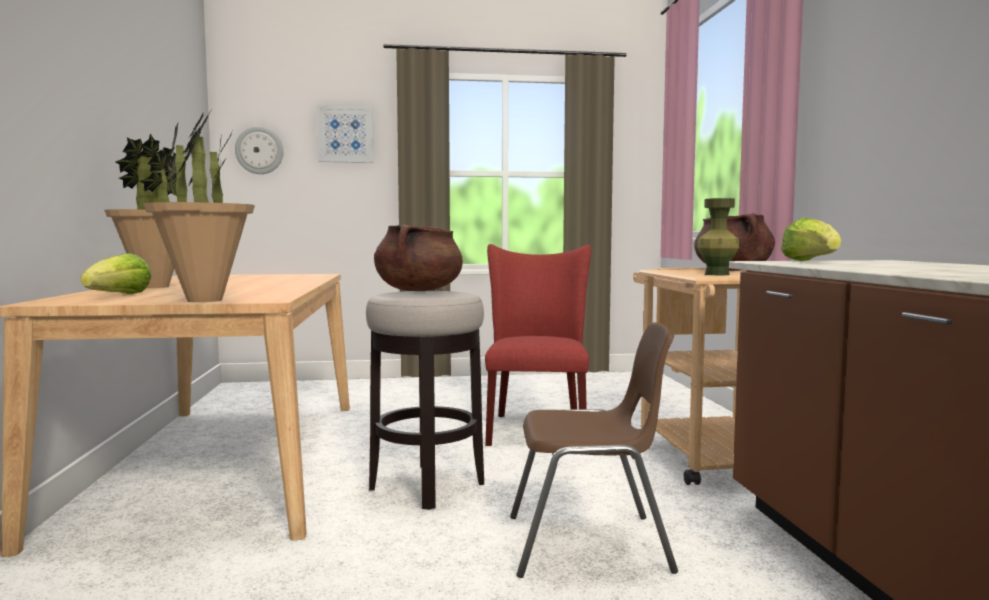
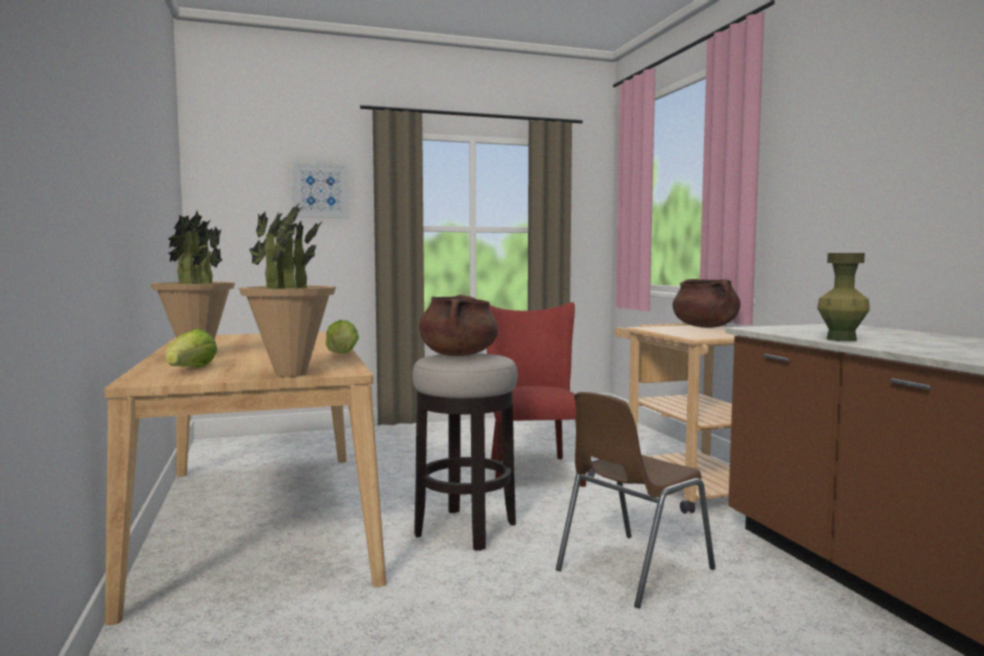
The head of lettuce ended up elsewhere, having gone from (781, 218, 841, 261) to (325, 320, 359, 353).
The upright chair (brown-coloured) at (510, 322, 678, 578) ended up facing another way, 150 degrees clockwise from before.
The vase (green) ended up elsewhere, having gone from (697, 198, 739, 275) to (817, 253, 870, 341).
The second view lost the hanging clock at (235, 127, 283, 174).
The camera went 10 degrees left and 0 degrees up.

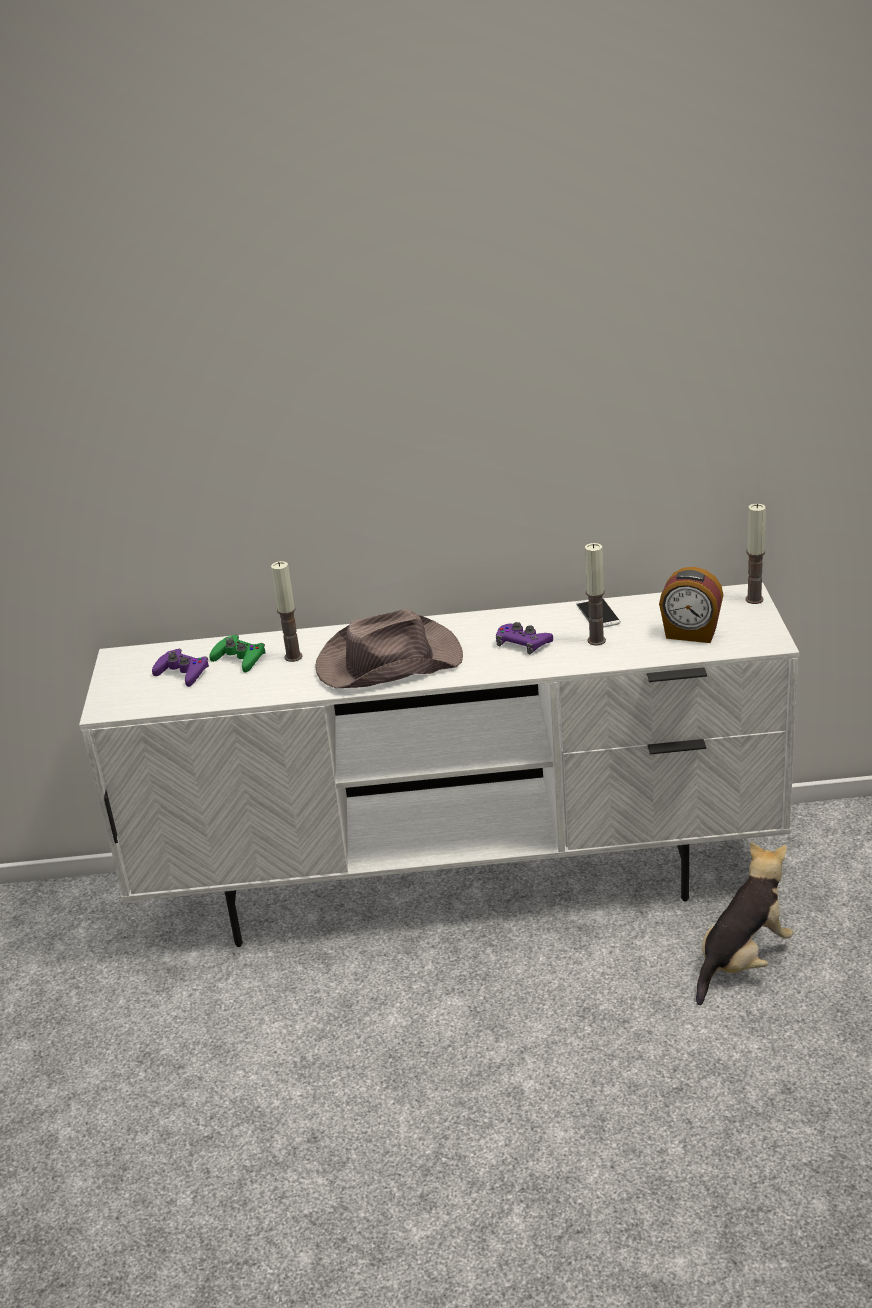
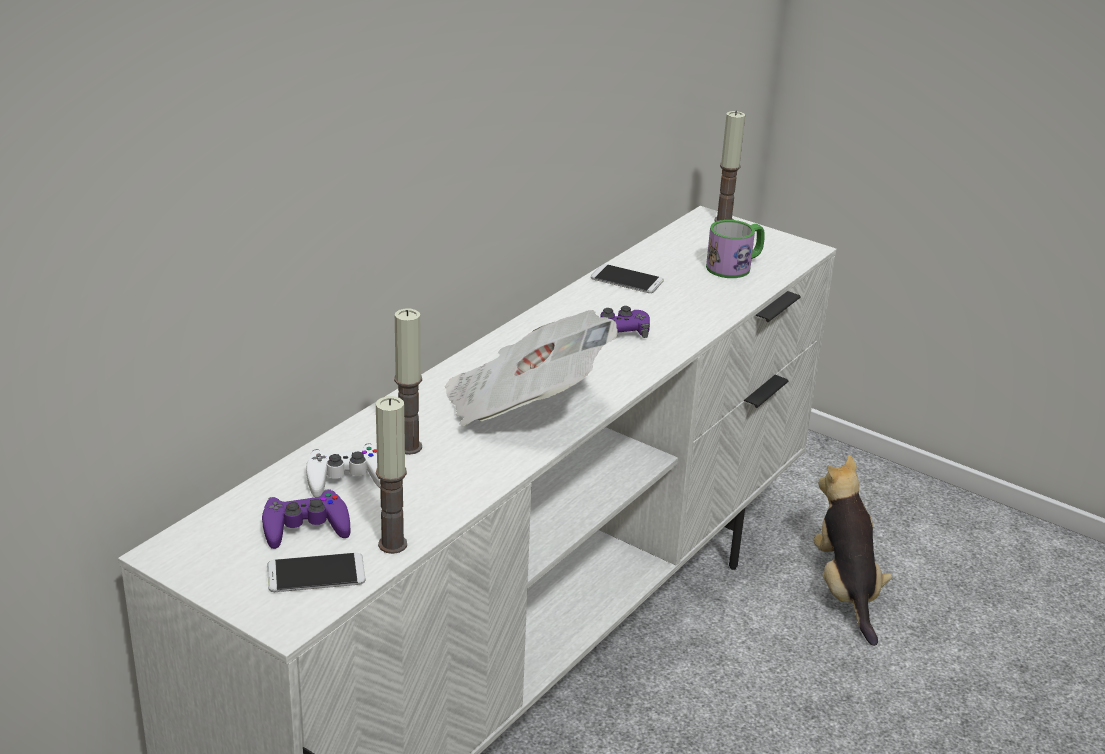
The second view gained the telephone at (267, 553, 365, 592).
What was the joypad (green) at (209, 635, 266, 673) turned into the joypad (white) at (306, 443, 381, 497).
The wax candle ended up elsewhere, having gone from (585, 543, 606, 645) to (376, 396, 407, 554).
Where the hat (brown-coloured) stood at (315, 609, 463, 688), the newspaper came to stand at (445, 310, 618, 426).
Where the bedside clock stood at (659, 567, 723, 643), the coffee mug came to stand at (706, 220, 765, 278).
The camera went 55 degrees left and 0 degrees up.

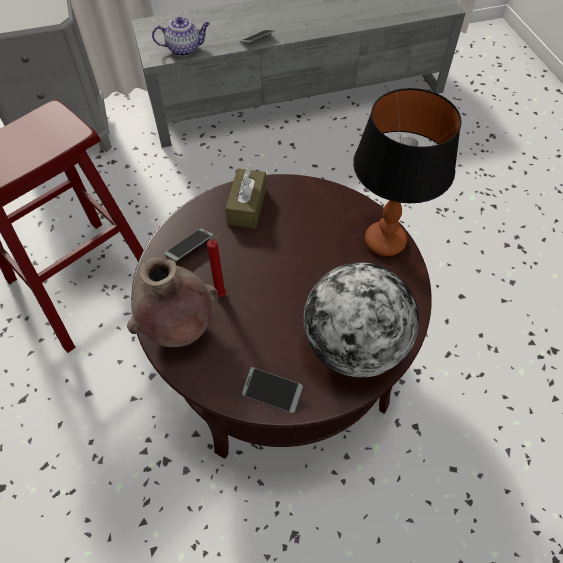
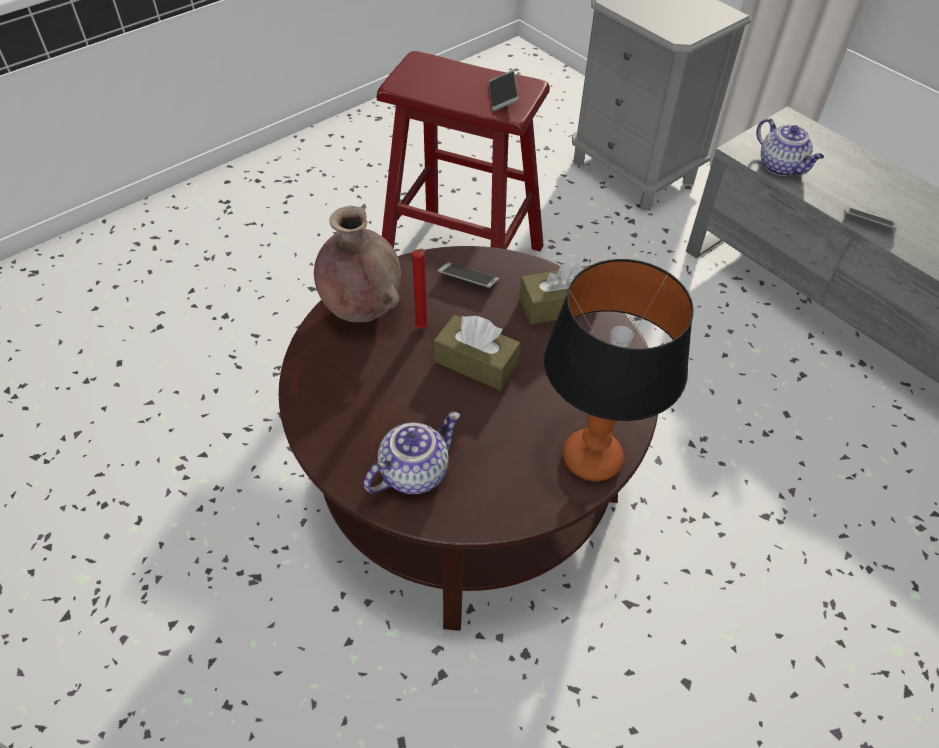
Where the globe stood at (303, 263, 419, 378), the pot for tea came to stand at (364, 412, 460, 494).
The second view gained the tissue box (brown-coloured) at (434, 315, 521, 390).
The telephone ended up elsewhere, having gone from (242, 367, 303, 413) to (489, 70, 519, 111).
The camera went 65 degrees right and 5 degrees down.

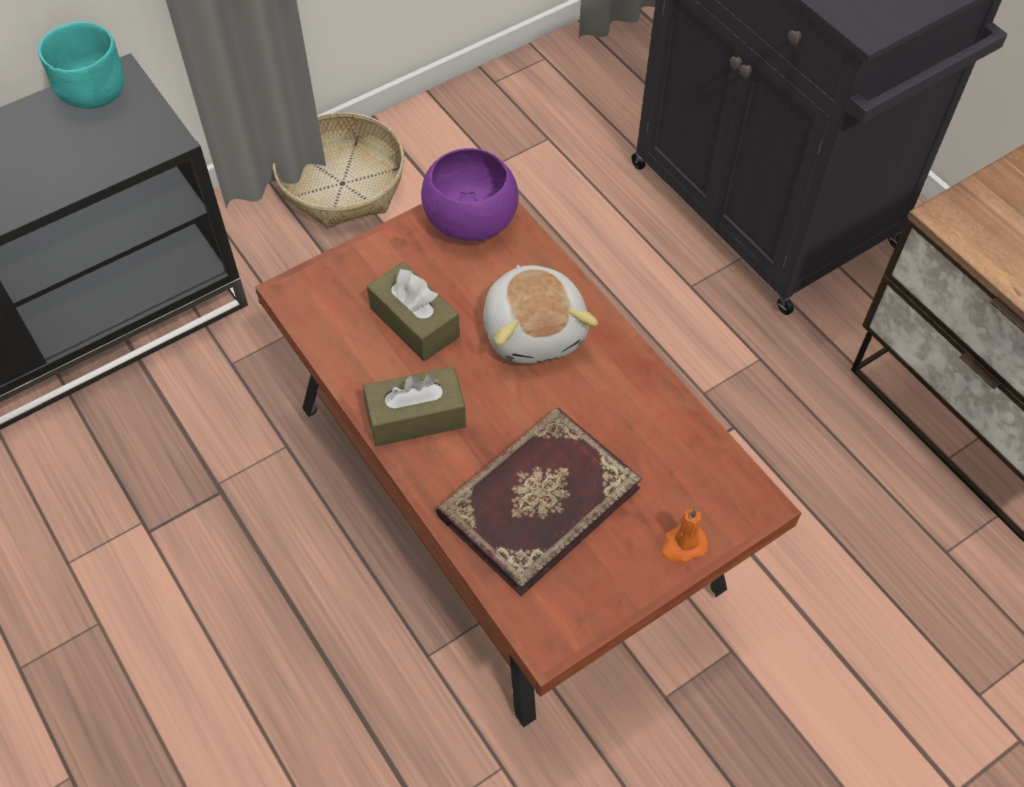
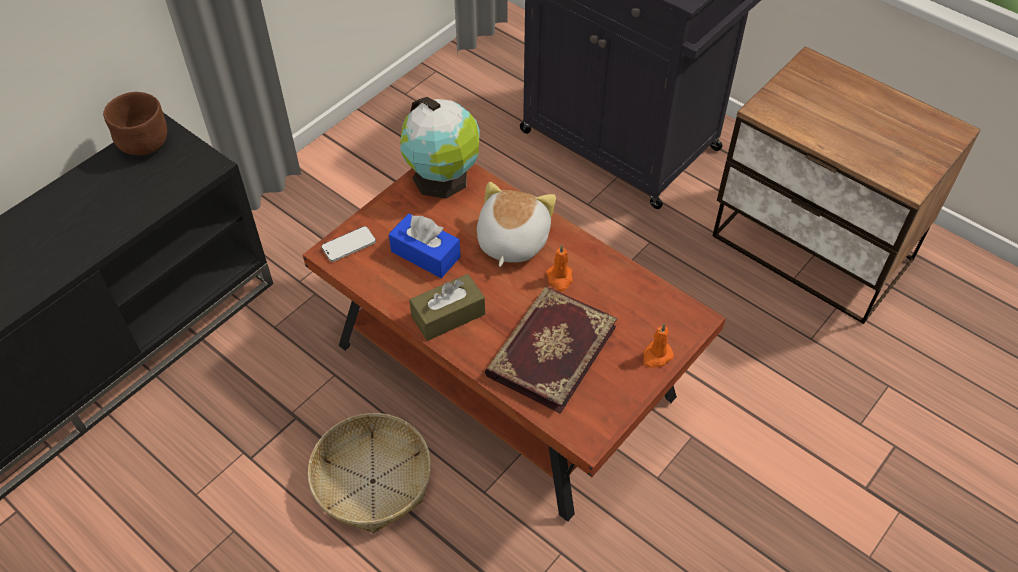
What was the deep dish (blue-green) at (38, 21, 124, 109) turned into the deep dish (brown-coloured) at (103, 92, 167, 155).
The storage basket ended up elsewhere, having gone from (273, 112, 404, 228) to (308, 413, 431, 533).
The second view gained the telephone at (321, 226, 376, 262).
What was the tissue box (brown-coloured) at (367, 262, 460, 361) turned into the tissue box (blue-coloured) at (389, 214, 461, 278).
Where the deep dish (purple-coloured) stood at (421, 148, 519, 241), the globe came to stand at (400, 97, 480, 199).
The cuddly toy at (483, 265, 598, 364) ended up facing another way, 135 degrees counterclockwise from before.
The second view gained the wax candle (orangey) at (546, 244, 573, 291).
The camera went 15 degrees left and 5 degrees down.

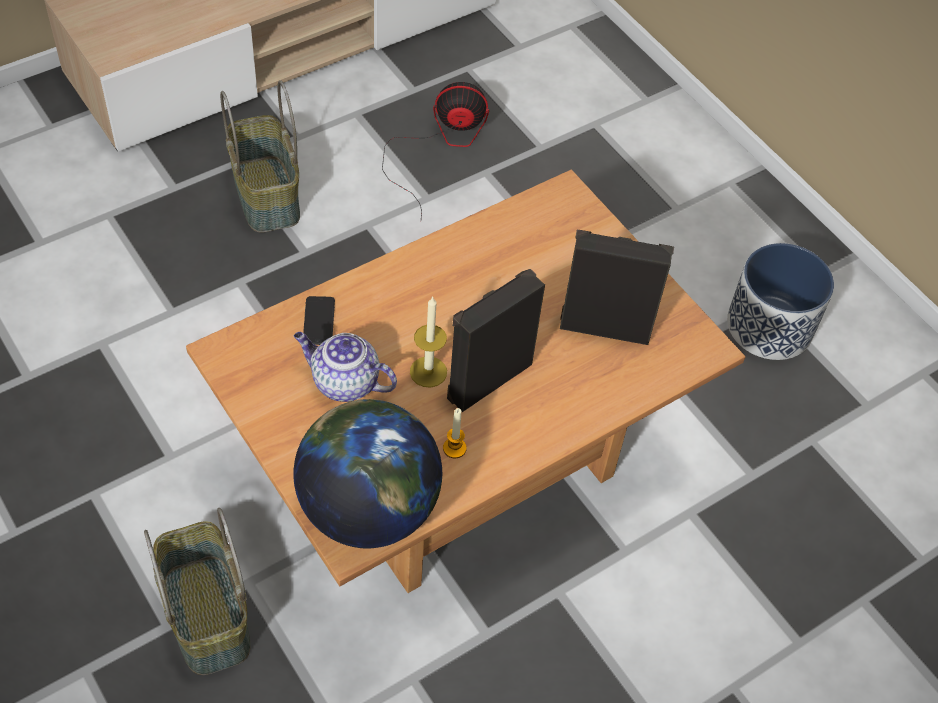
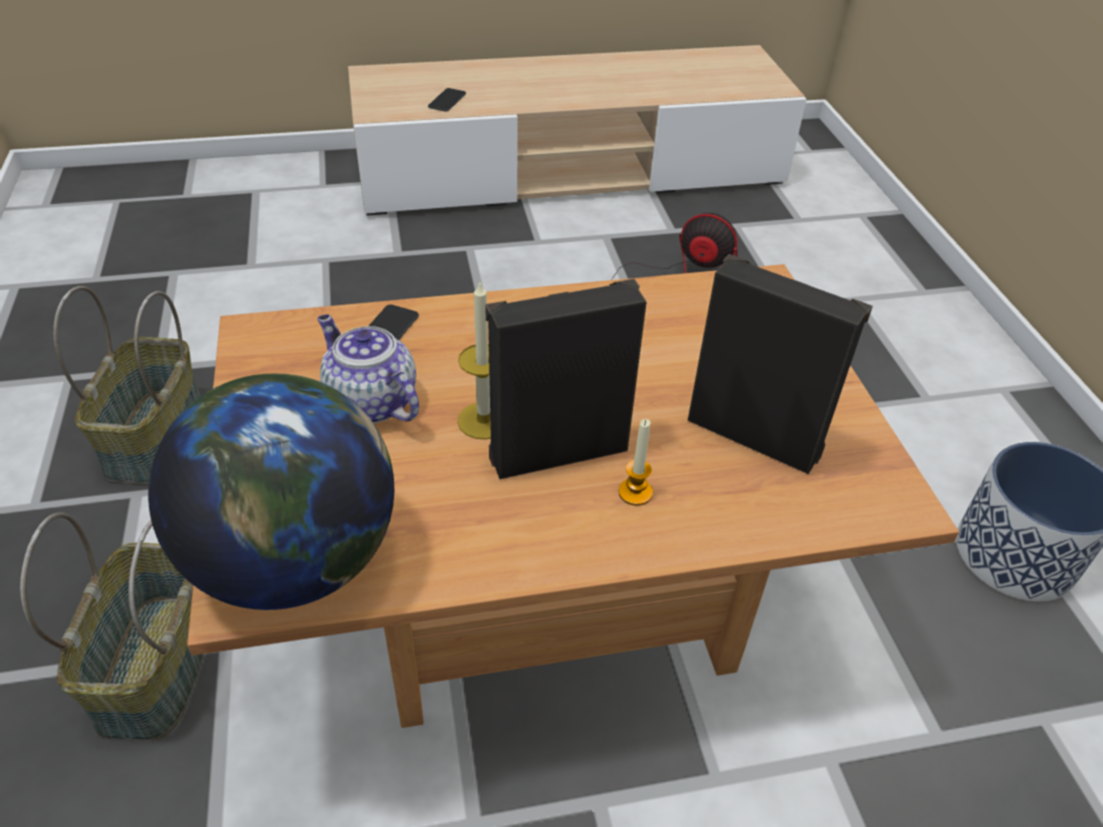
The storage basket ended up elsewhere, having gone from (220, 80, 300, 233) to (53, 286, 201, 484).
The second view gained the telephone at (428, 88, 466, 111).
The wax candle ended up elsewhere, having gone from (443, 408, 467, 458) to (618, 419, 653, 506).
The camera went 25 degrees right and 10 degrees down.

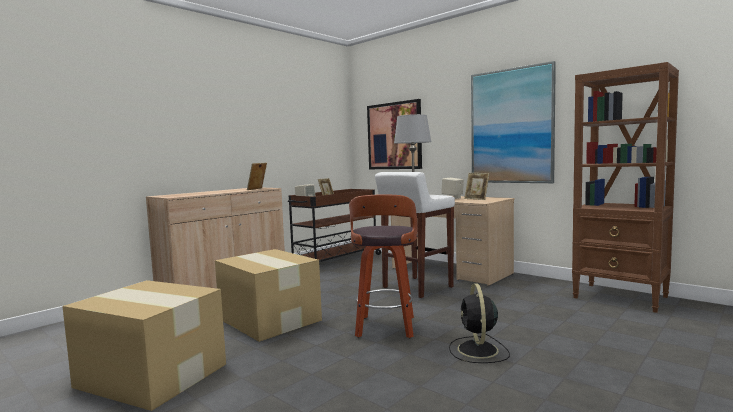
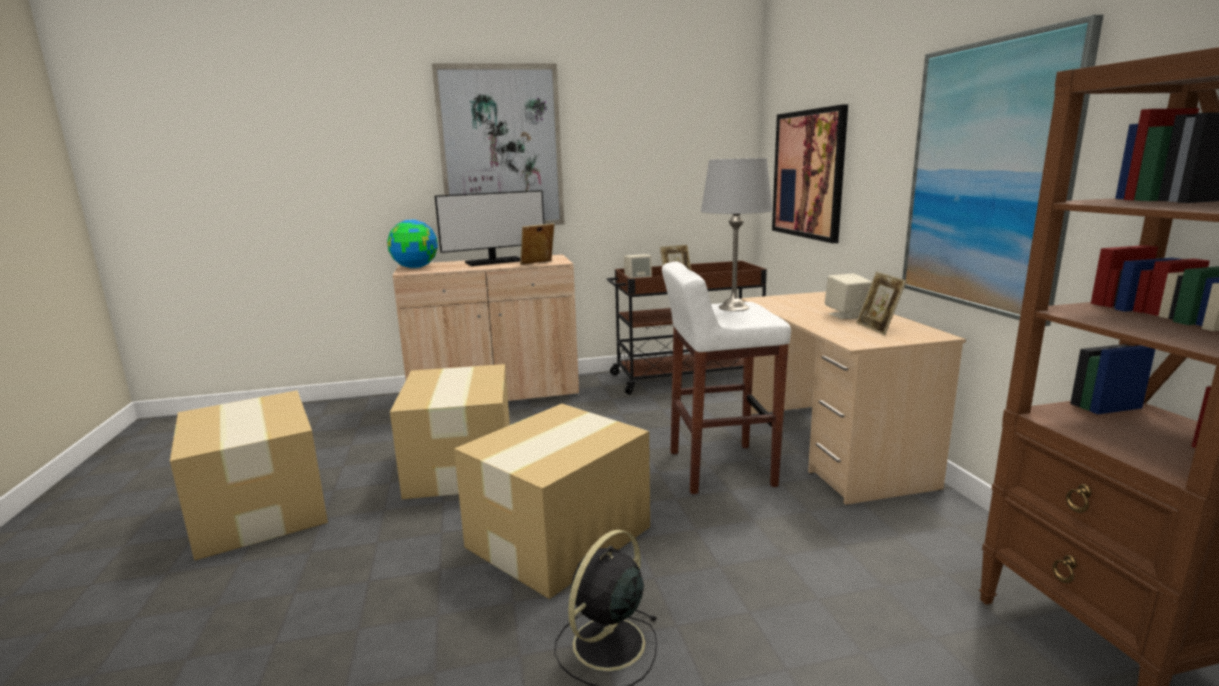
The second view gained the globe at (387, 219, 438, 269).
The second view gained the wall art at (432, 63, 565, 225).
The second view gained the monitor at (435, 190, 544, 266).
Where the stool seat stood at (349, 194, 418, 338), the cardboard box came to stand at (454, 404, 650, 599).
The camera went 35 degrees right and 10 degrees up.

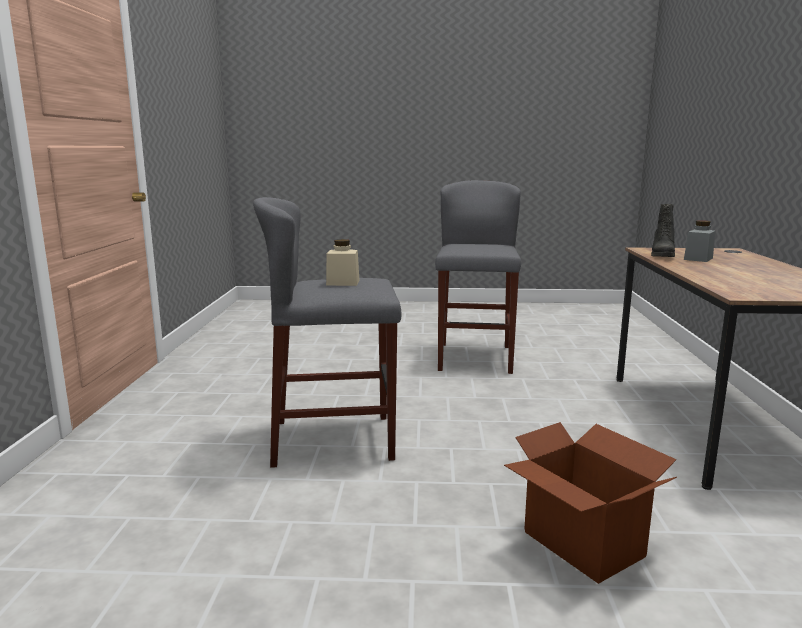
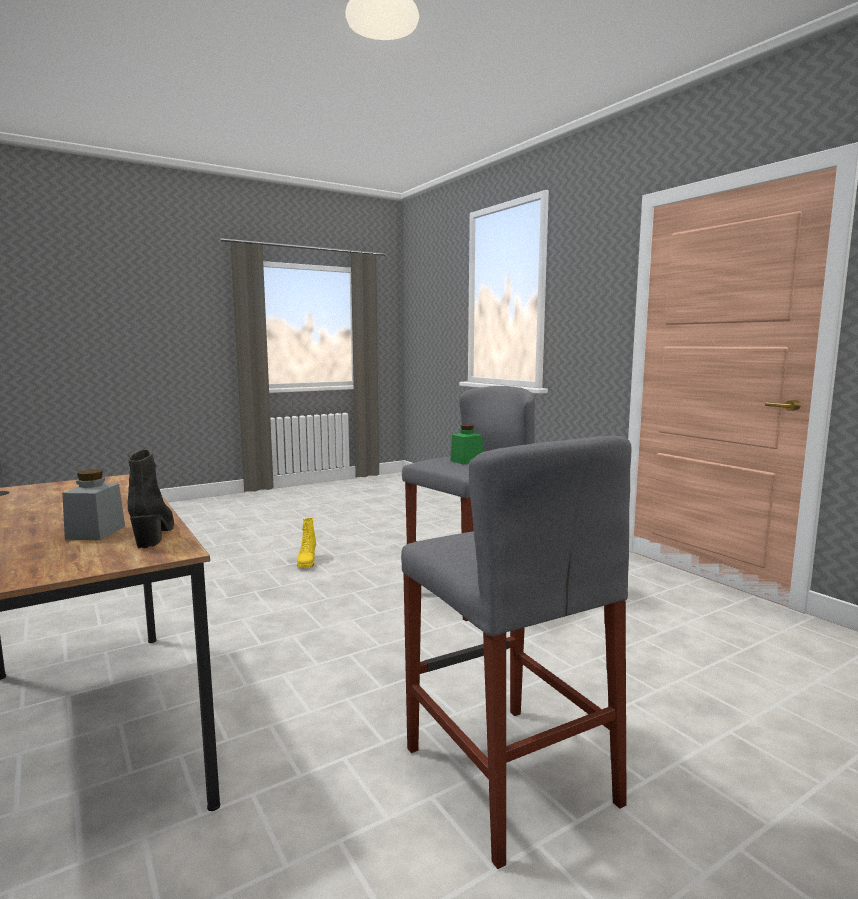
The second view gained the tall boot (yellow) at (297, 518, 316, 568).
What was the jar (beige-coloured) at (326, 239, 360, 286) turned into the jar (green) at (451, 424, 483, 464).
The second view lost the cardboard box at (504, 422, 677, 584).
The camera went 145 degrees right and 5 degrees down.

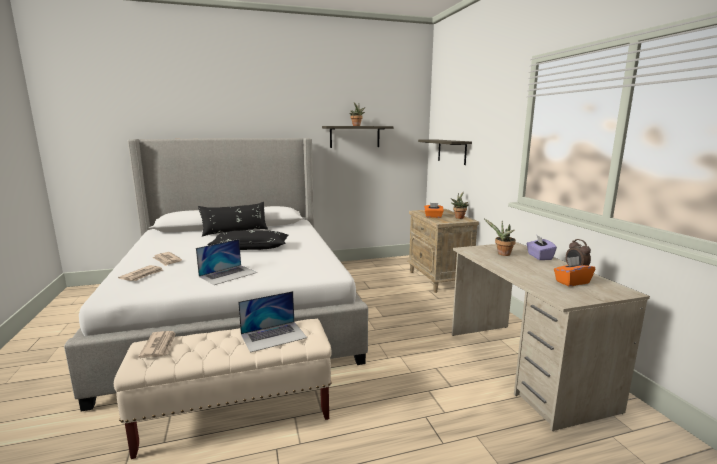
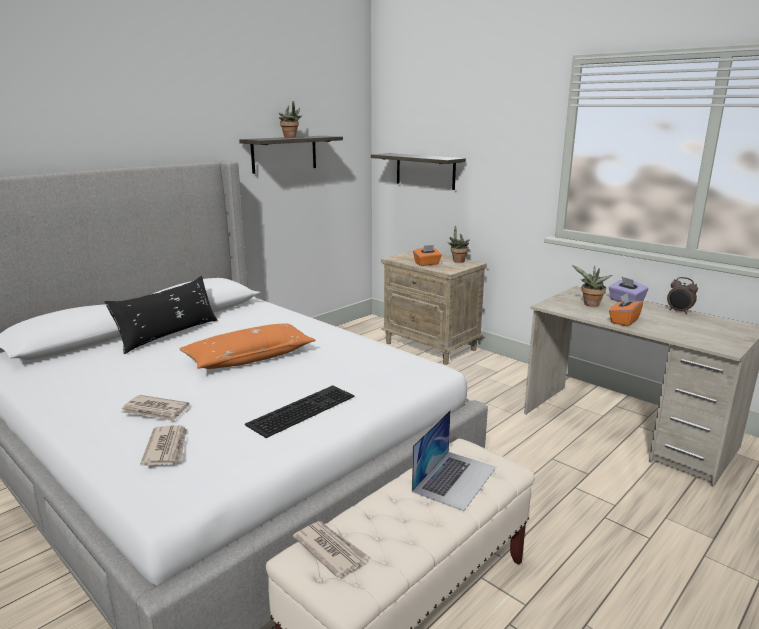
What was the pillow (blackish) at (207, 230, 288, 250) turned into the pillow (orangey) at (179, 323, 315, 369).
Where the notebook computer stood at (196, 239, 257, 285), the keyboard came to stand at (245, 385, 355, 438).
The tissue box (orangey) ended up elsewhere, having gone from (554, 256, 595, 286) to (609, 293, 643, 327).
The camera went 30 degrees left and 5 degrees up.

